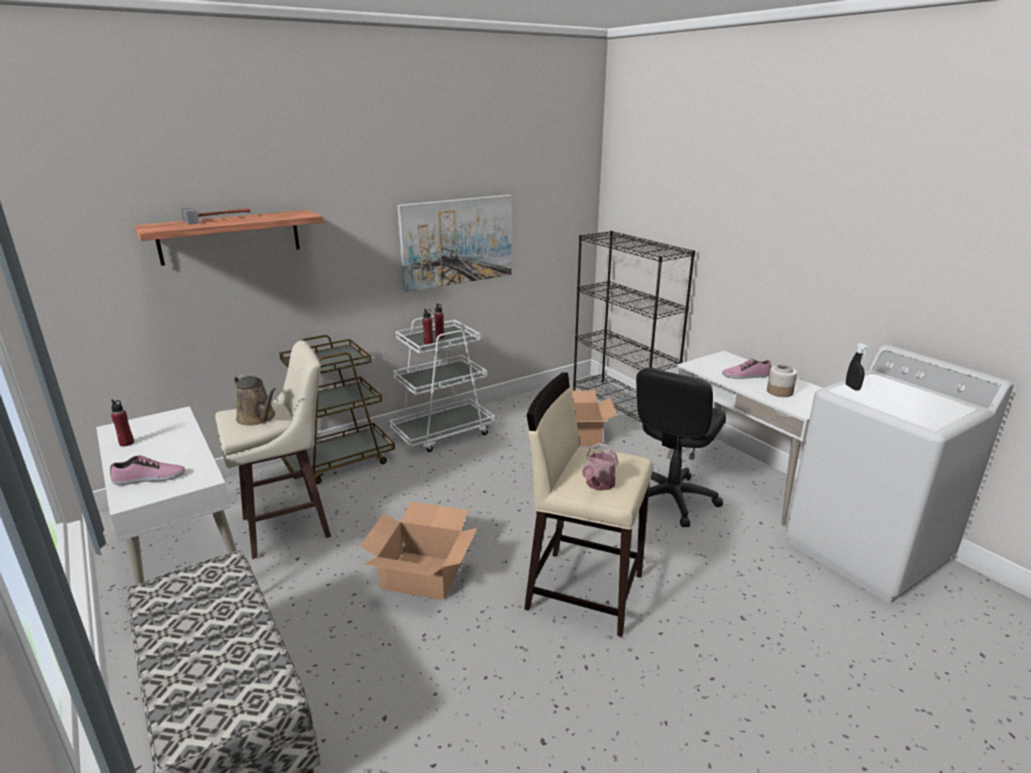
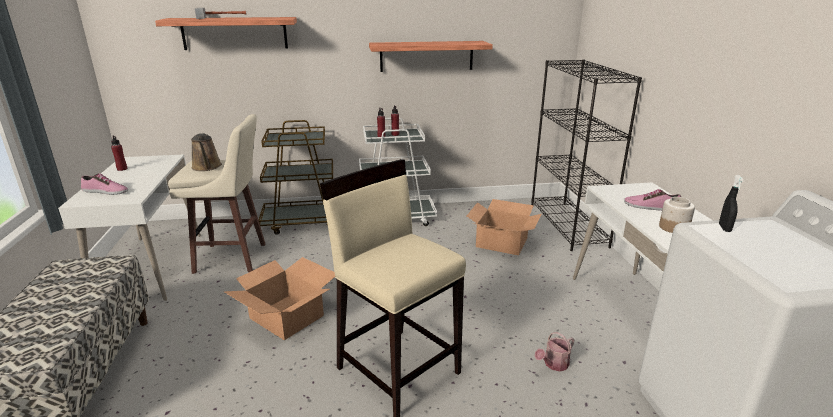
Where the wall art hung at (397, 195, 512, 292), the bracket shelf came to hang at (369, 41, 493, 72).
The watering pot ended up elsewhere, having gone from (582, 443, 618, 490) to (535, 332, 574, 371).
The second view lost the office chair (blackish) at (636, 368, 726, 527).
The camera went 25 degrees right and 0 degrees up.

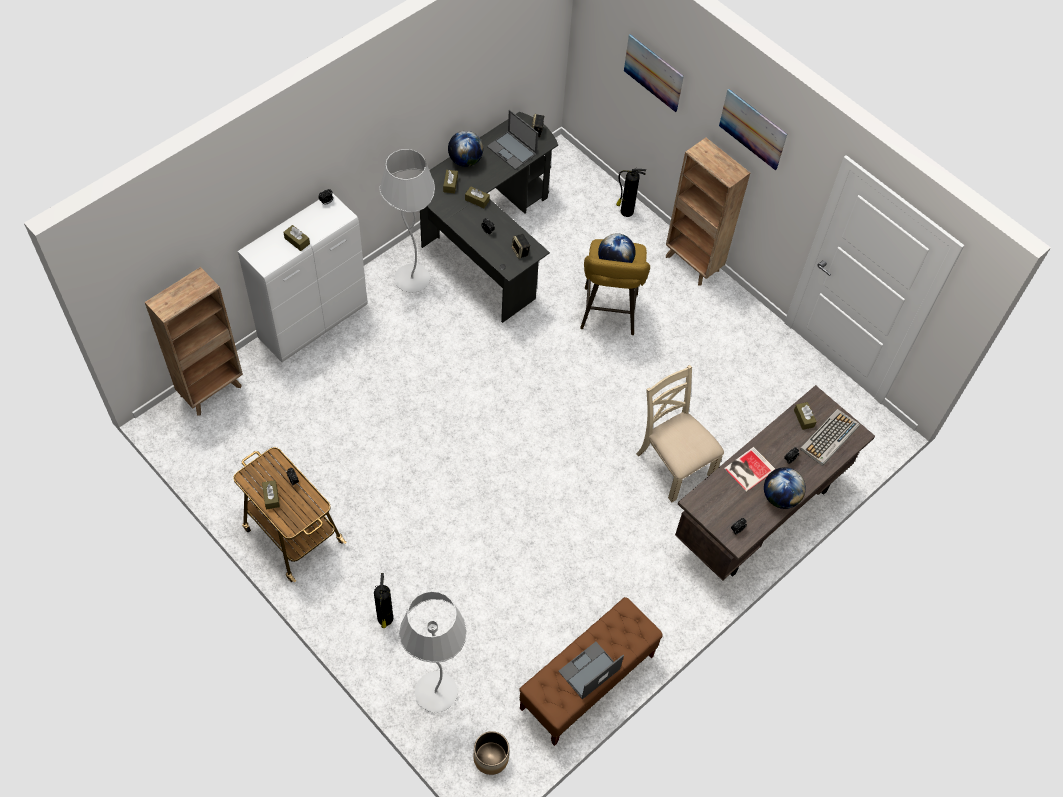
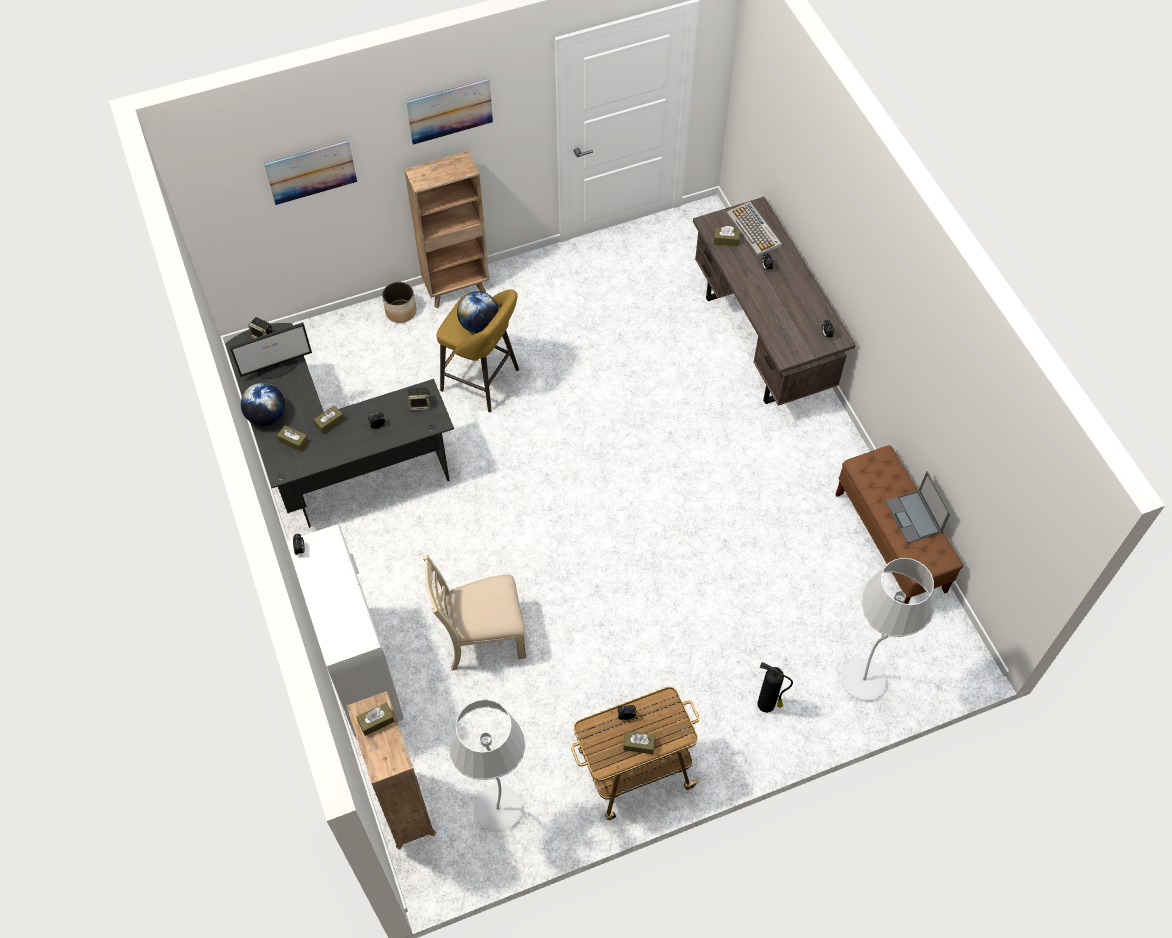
Where the notebook computer stood at (487, 110, 538, 170), the monitor came to stand at (230, 322, 312, 379).
The tissue box (brown-coloured) ended up elsewhere, having gone from (283, 225, 310, 251) to (357, 703, 395, 736).
The flower pot ended up elsewhere, having gone from (473, 731, 509, 775) to (382, 282, 416, 323).
The upright chair (beige-coloured) ended up elsewhere, having gone from (636, 365, 724, 502) to (423, 555, 526, 671).
The standard lamp (white) ended up elsewhere, having gone from (379, 149, 435, 293) to (449, 699, 525, 832).
The second view lost the fire extinguisher at (616, 169, 646, 217).
The second view lost the volume at (724, 447, 775, 492).
The second view lost the globe at (764, 467, 806, 509).
The camera went 65 degrees left and 0 degrees up.

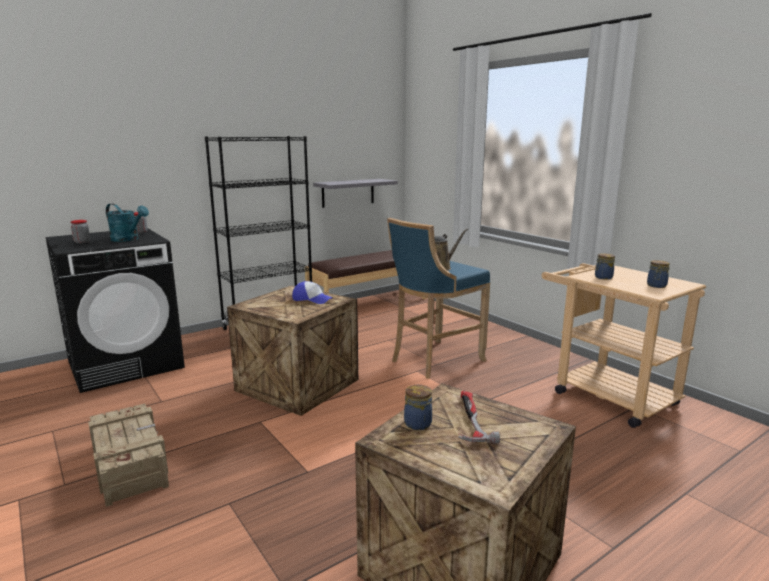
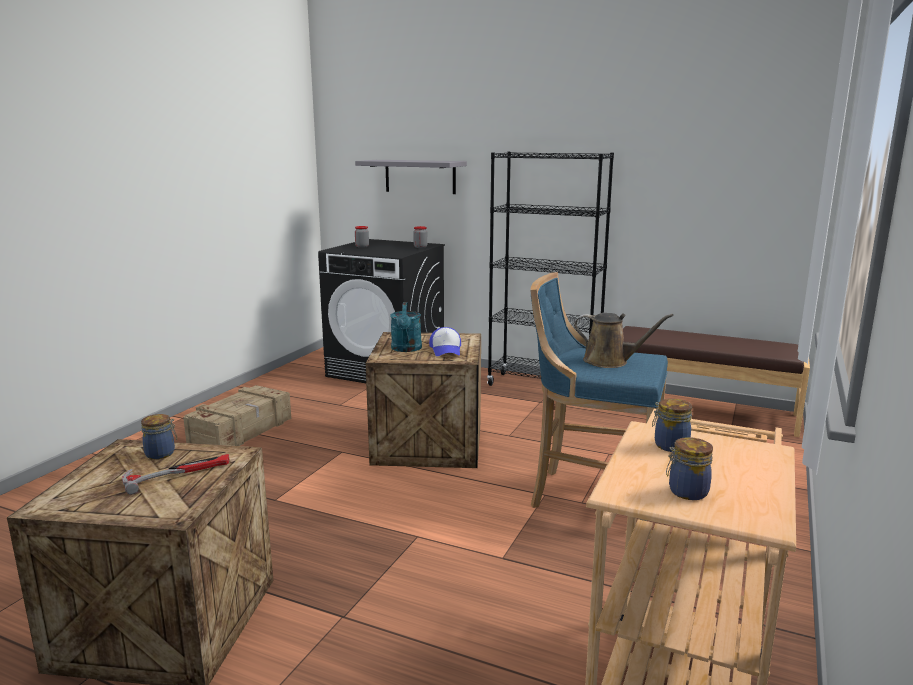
The bracket shelf (gray) ended up elsewhere, having gone from (313, 179, 398, 208) to (355, 160, 467, 194).
The watering pot (blue-green) ended up elsewhere, having gone from (106, 203, 149, 242) to (390, 302, 422, 352).
The camera went 60 degrees right and 0 degrees up.

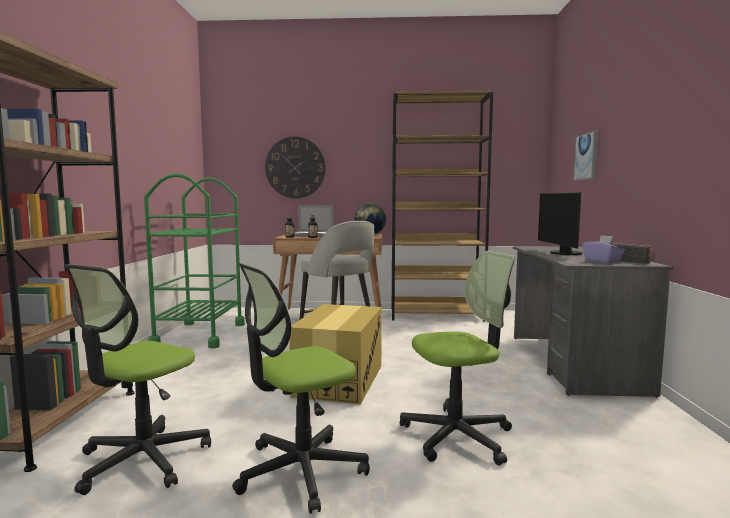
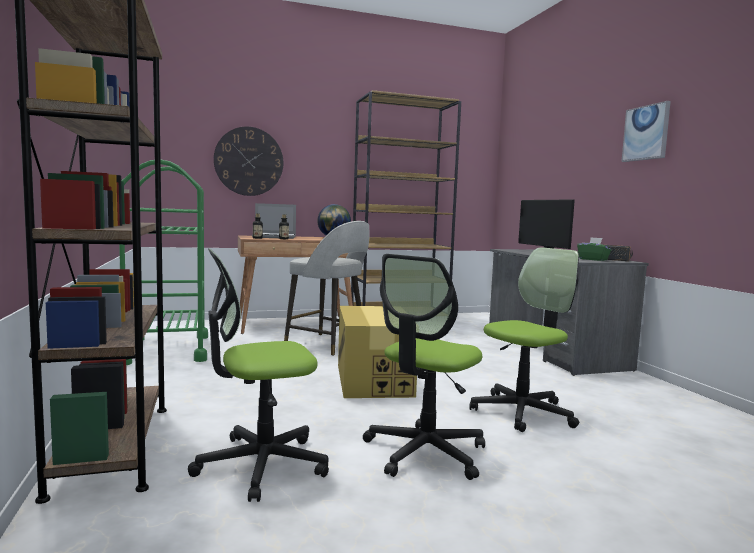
The office chair at (65, 264, 211, 495) ended up facing another way, 60 degrees clockwise from before.
What was the tissue box (purple-coloured) at (583, 235, 625, 263) turned into the tissue box (green) at (577, 237, 612, 261).
The wall art ended up elsewhere, having gone from (573, 130, 598, 181) to (621, 101, 671, 162).
The camera went 20 degrees left and 0 degrees up.

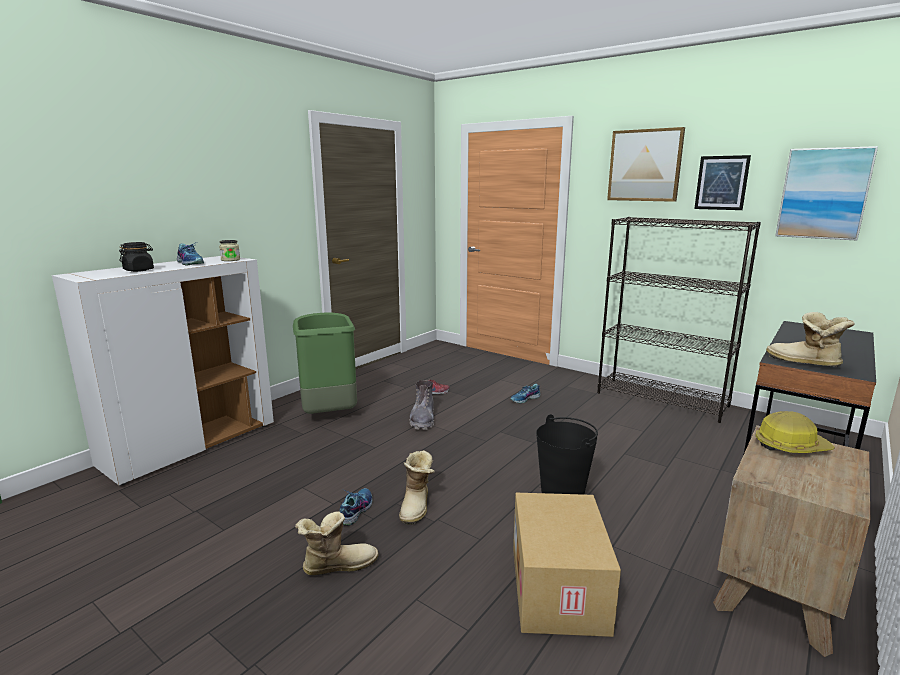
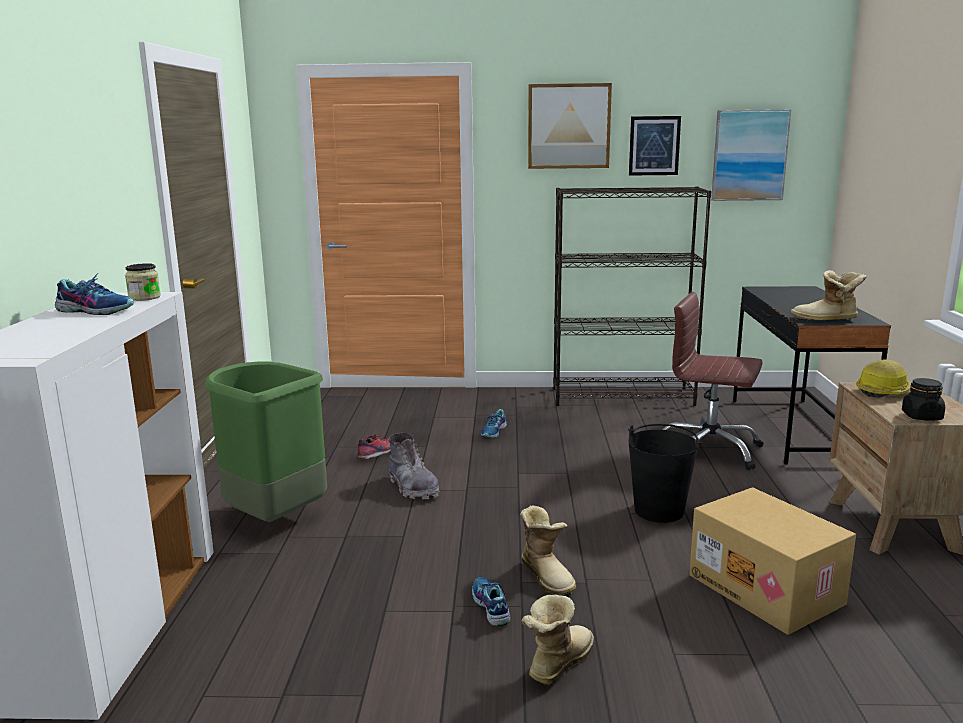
The second view gained the office chair (brown-coloured) at (662, 292, 764, 470).
The jar (blackish) ended up elsewhere, having gone from (119, 242, 154, 272) to (902, 378, 945, 420).
The camera went 35 degrees left and 0 degrees up.

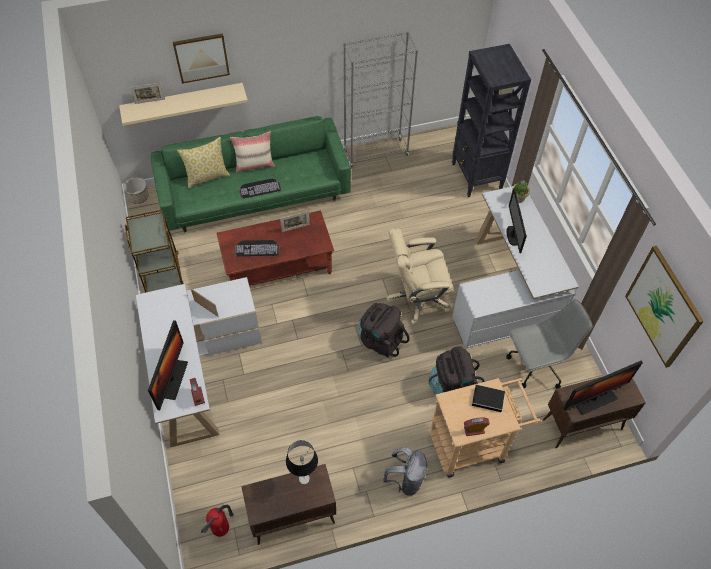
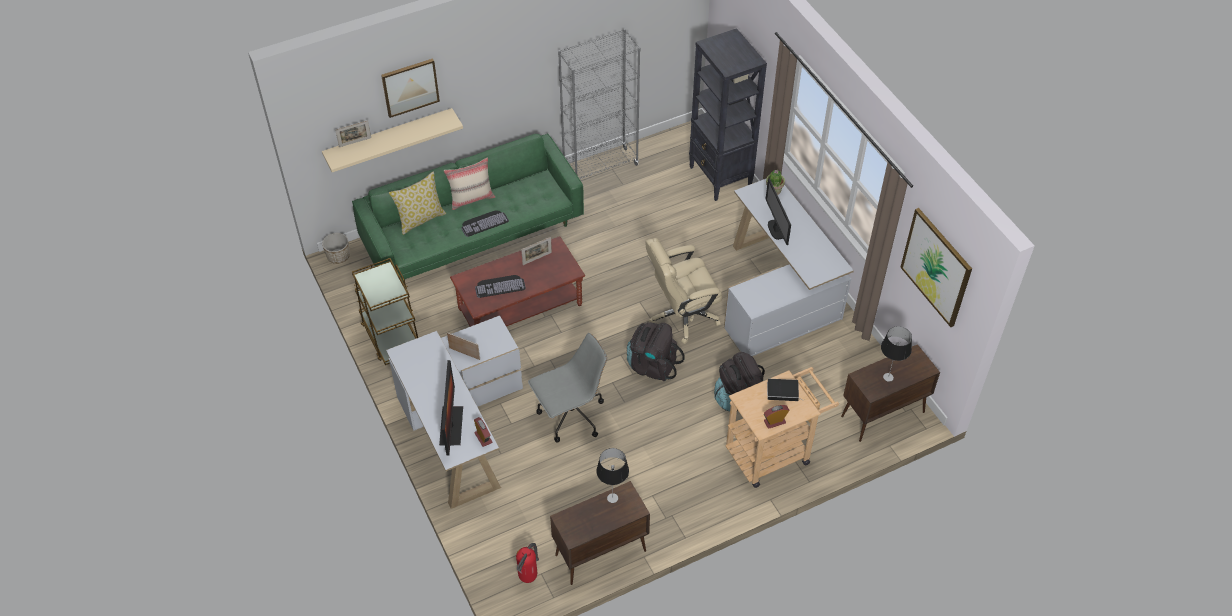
The office chair (gray) ended up elsewhere, having gone from (506, 299, 593, 389) to (528, 333, 607, 443).
Where the monitor stood at (563, 361, 643, 415), the lamp for a table came to stand at (881, 326, 912, 382).
The second view lost the knapsack (gray) at (383, 447, 428, 496).
The camera went 10 degrees left and 5 degrees down.

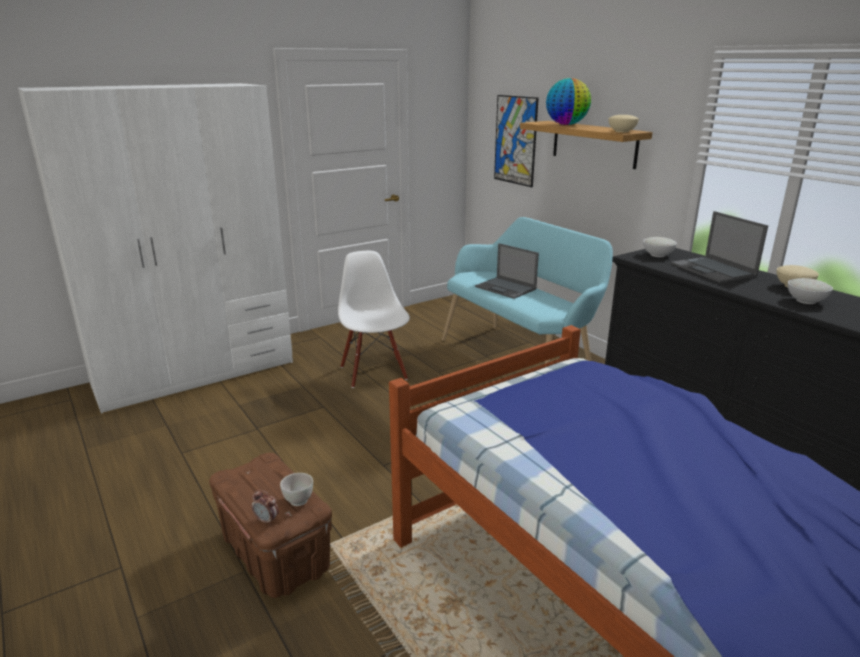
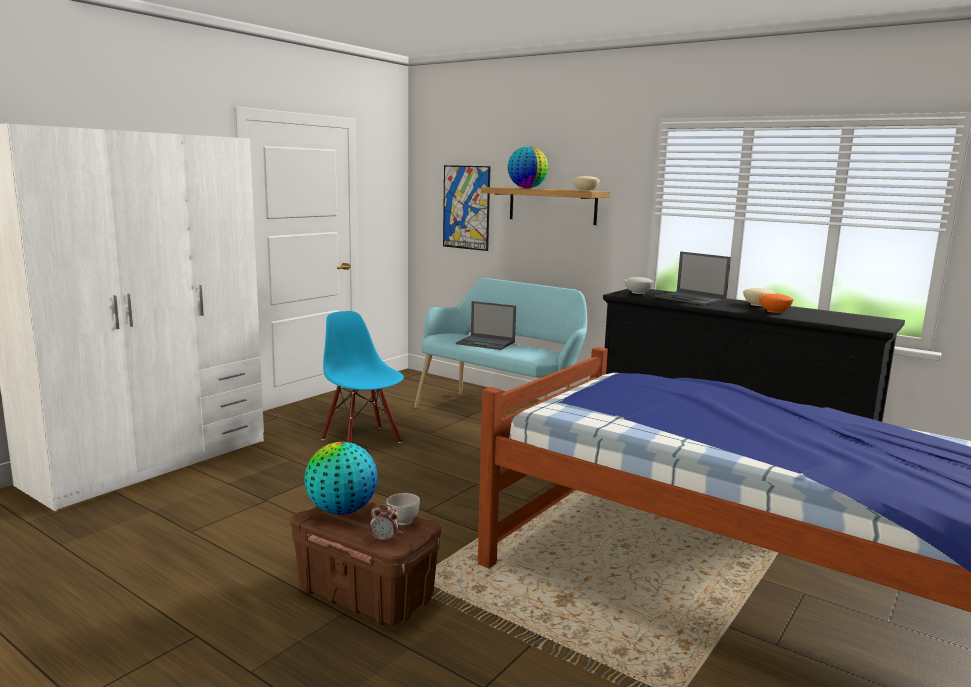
The second view gained the globe at (304, 442, 378, 515).
What was the upright chair (white) at (338, 251, 410, 388) turned into the upright chair (blue-coloured) at (321, 311, 404, 443).
What was the deep dish (white) at (788, 278, 833, 304) turned into the deep dish (orangey) at (759, 294, 794, 313).
The camera went 20 degrees left and 10 degrees down.

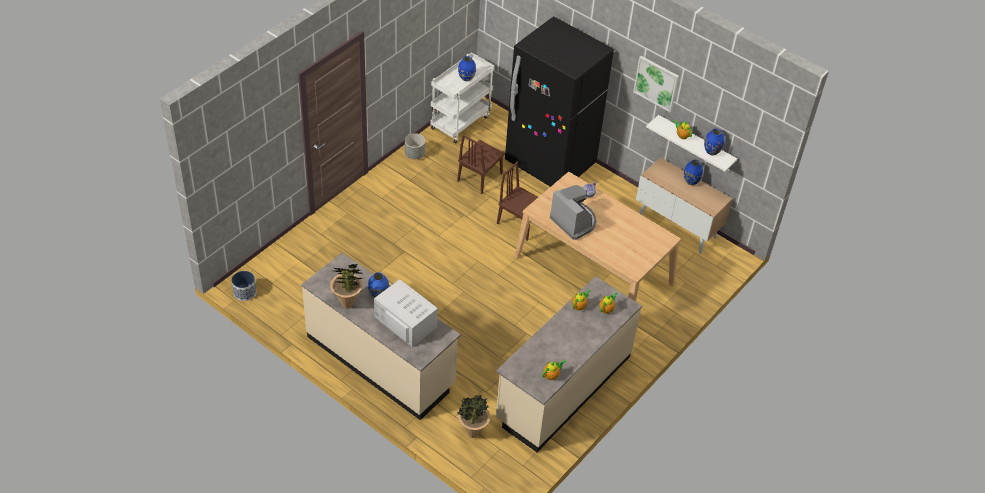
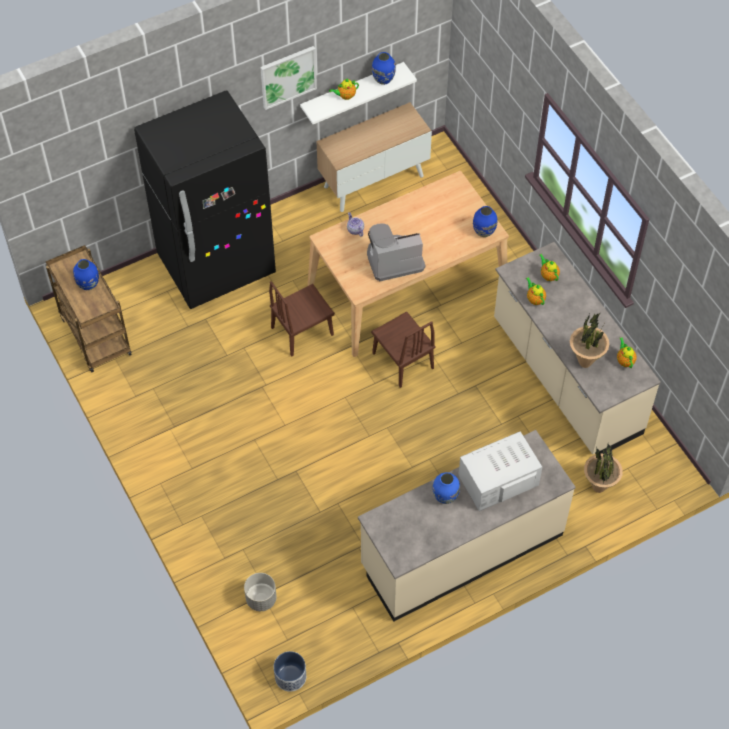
What was the trolley (white) at (430, 52, 495, 143) turned into the trolley (brown-coloured) at (46, 245, 132, 372).
The flower pot (gray) ended up elsewhere, having gone from (405, 133, 425, 159) to (244, 573, 277, 611).
The upright chair (brown-coloured) ended up elsewhere, having gone from (457, 135, 505, 194) to (371, 311, 436, 388).
The vase (blue-coloured) ended up elsewhere, having gone from (684, 160, 703, 185) to (473, 206, 497, 237).
The potted plant ended up elsewhere, having gone from (330, 264, 365, 309) to (570, 313, 610, 368).
The camera went 65 degrees left and 10 degrees up.

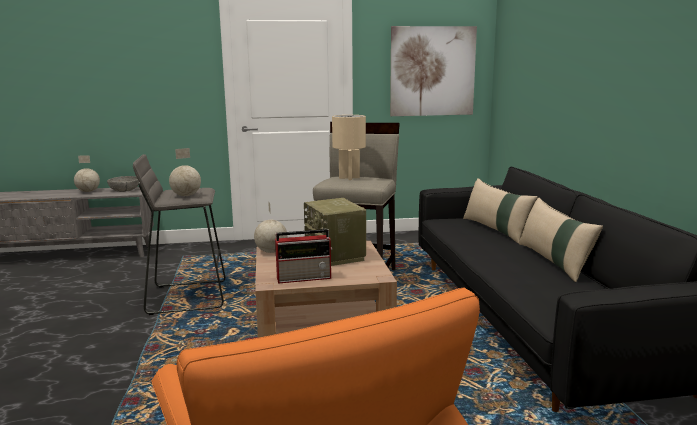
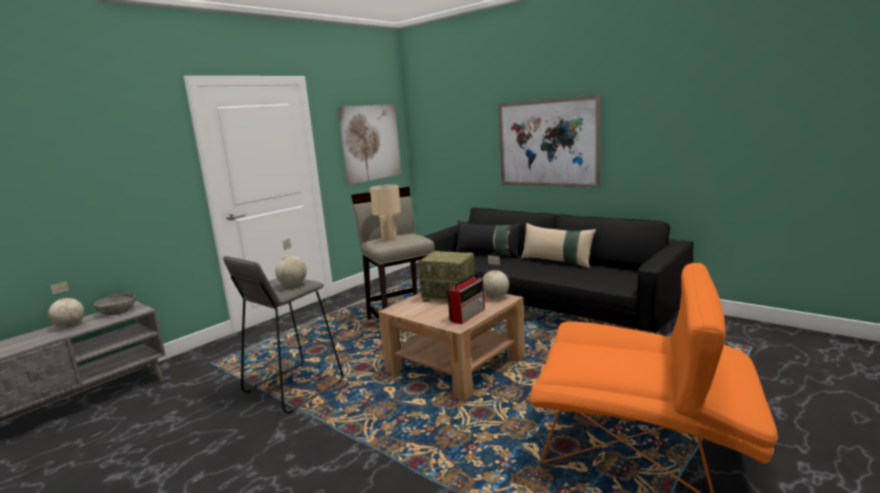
What was the pillow (beige-coloured) at (463, 178, 538, 244) turned into the pillow (blackish) at (455, 220, 523, 258).
The globe ended up elsewhere, having gone from (254, 201, 288, 253) to (482, 255, 509, 299).
The second view gained the wall art at (498, 95, 601, 188).
The camera went 40 degrees left and 0 degrees up.

